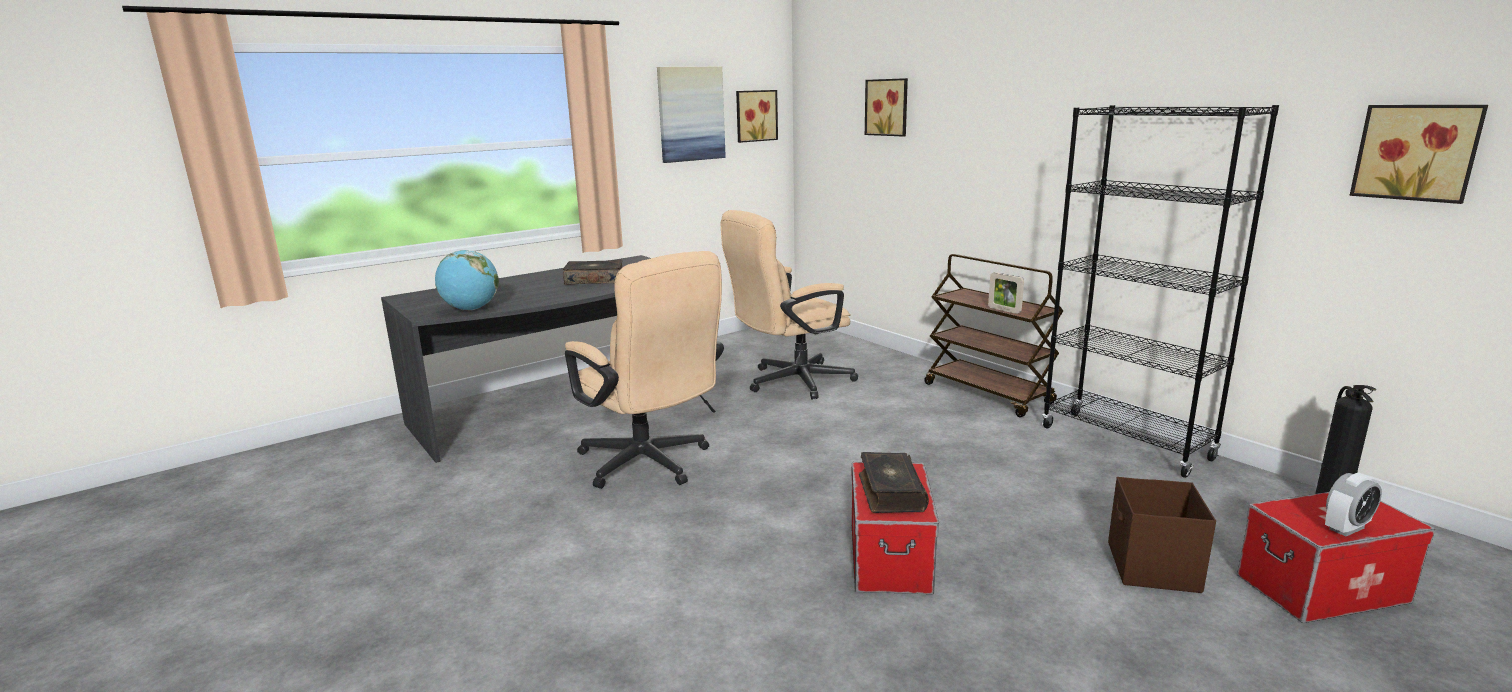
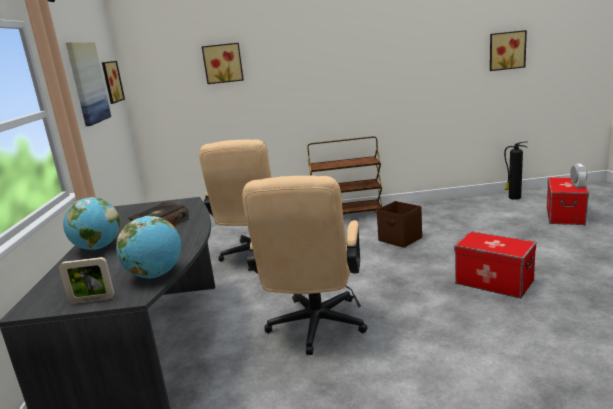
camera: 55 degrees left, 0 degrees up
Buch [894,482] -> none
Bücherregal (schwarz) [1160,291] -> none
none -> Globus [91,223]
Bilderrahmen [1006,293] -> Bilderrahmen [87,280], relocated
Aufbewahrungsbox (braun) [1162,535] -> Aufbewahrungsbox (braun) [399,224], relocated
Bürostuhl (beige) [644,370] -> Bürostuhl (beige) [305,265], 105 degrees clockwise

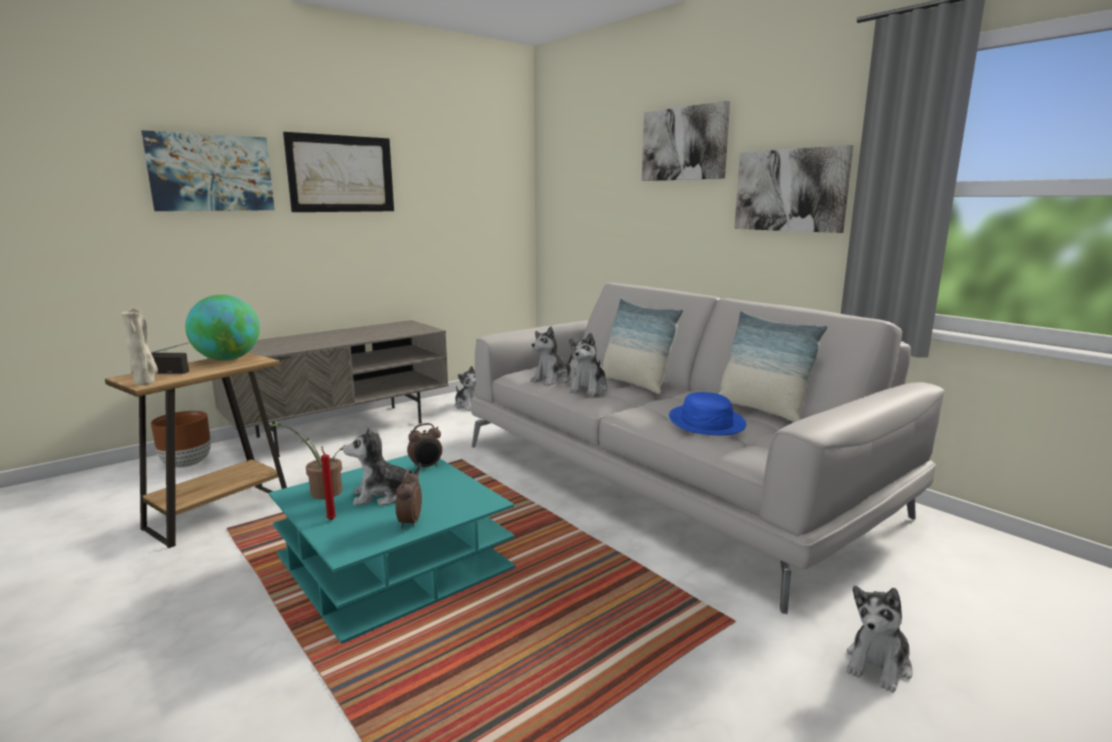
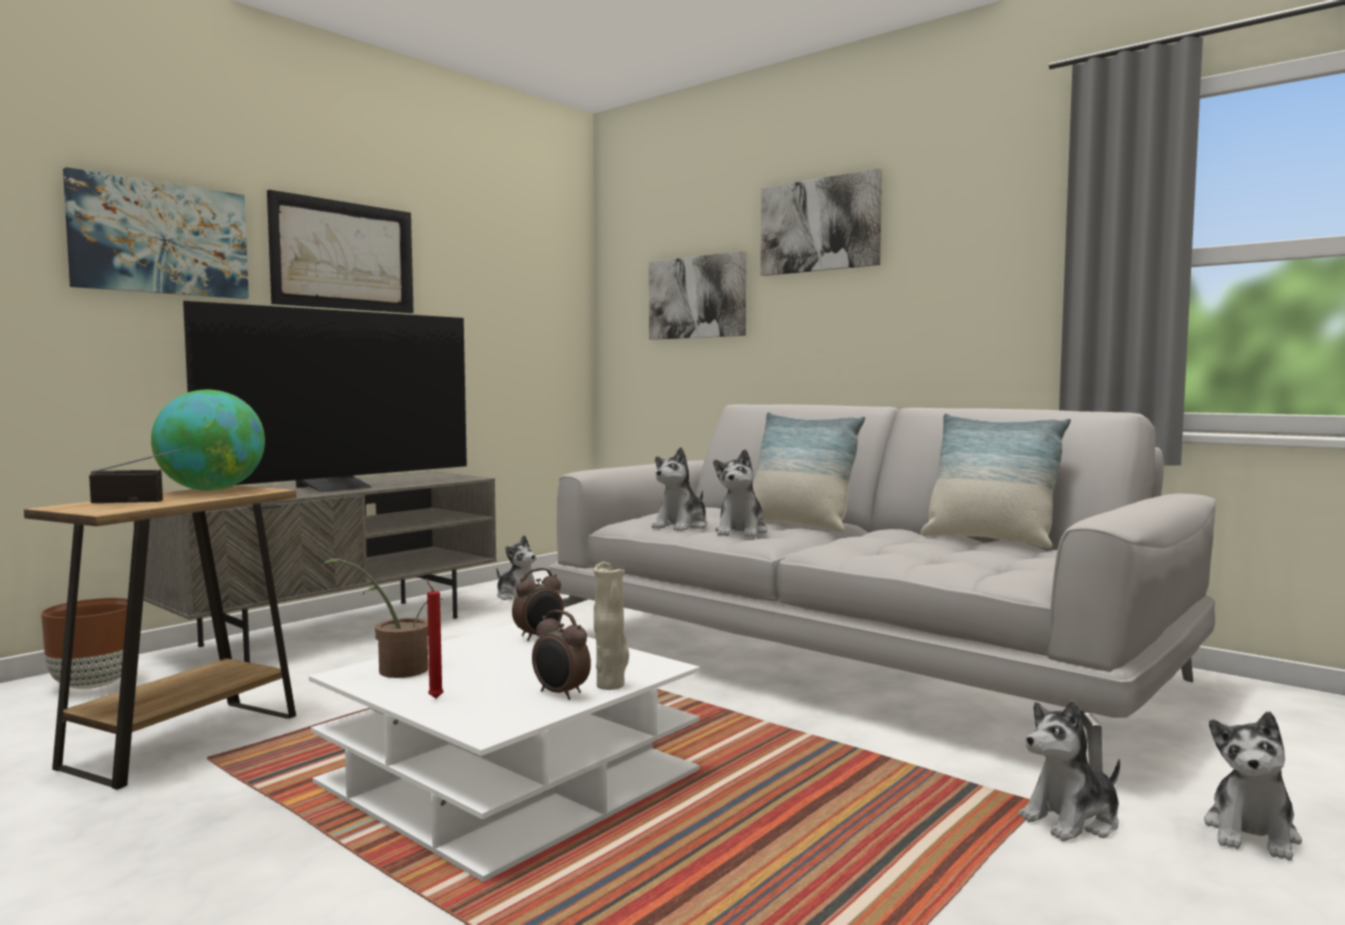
camera: 10 degrees left, 10 degrees down
Hut (blau) [707,413] -> none
none -> Fernseher [325,396]
Vase (beige) [139,346] -> Vase (beige) [611,626], relocated
Plüschtier [382,466] -> Plüschtier [1069,771], relocated
Bild [794,189] -> Bild [697,295], relocated
Couchtisch (türkis) [392,549] -> Couchtisch (weiß) [504,752]
Wecker [409,499] -> Wecker [561,655], 45 degrees counterclockwise

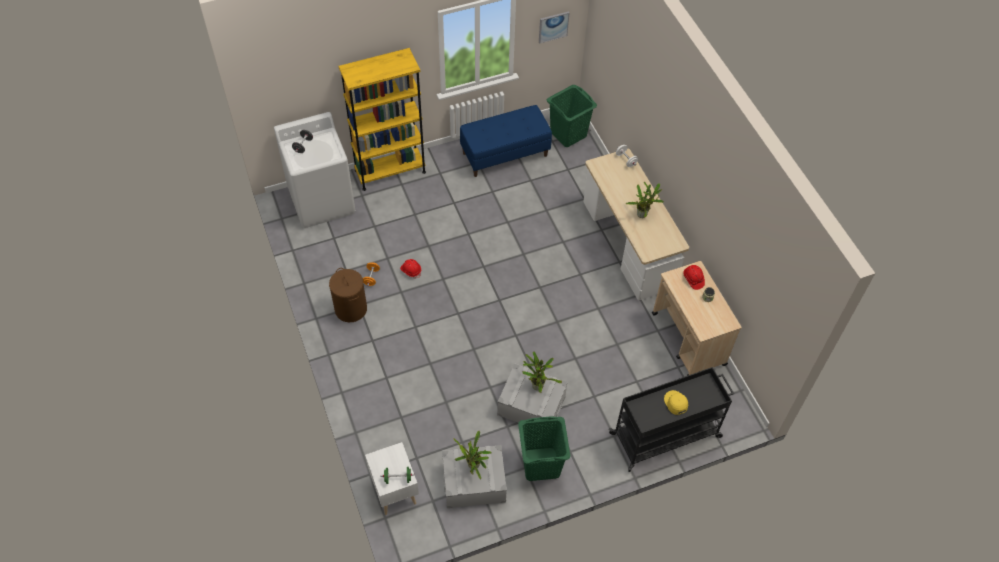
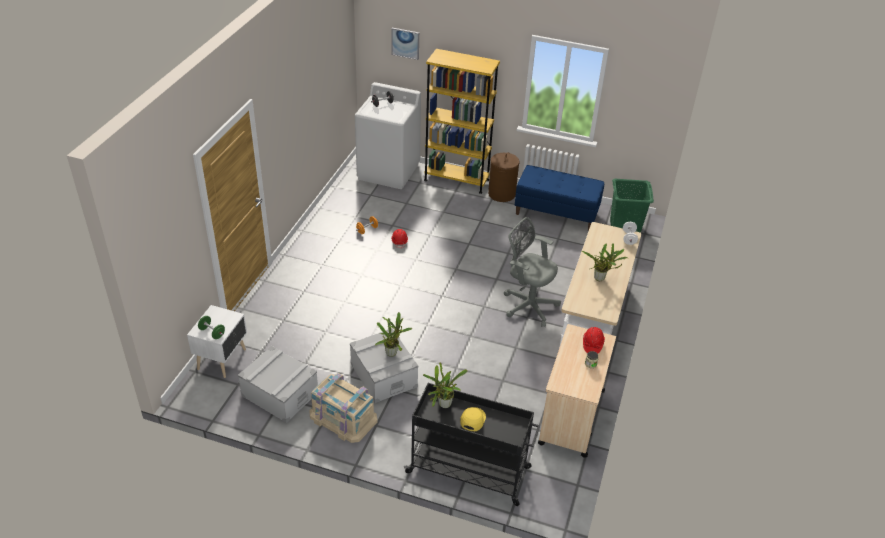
camera: 40 degrees right, 15 degrees down
none -> Bürostuhl (grau) [532,272]
Wäschekorb (braun) [348,295] -> Wäschekorb (braun) [504,177], relocated
Topfpflanze [473,455] -> Topfpflanze [445,385], relocated
Bild [554,27] -> Bild [405,44], relocated
Wäschekorb (grün) [544,448] -> Aufbewahrungsbox (beige) [343,408]

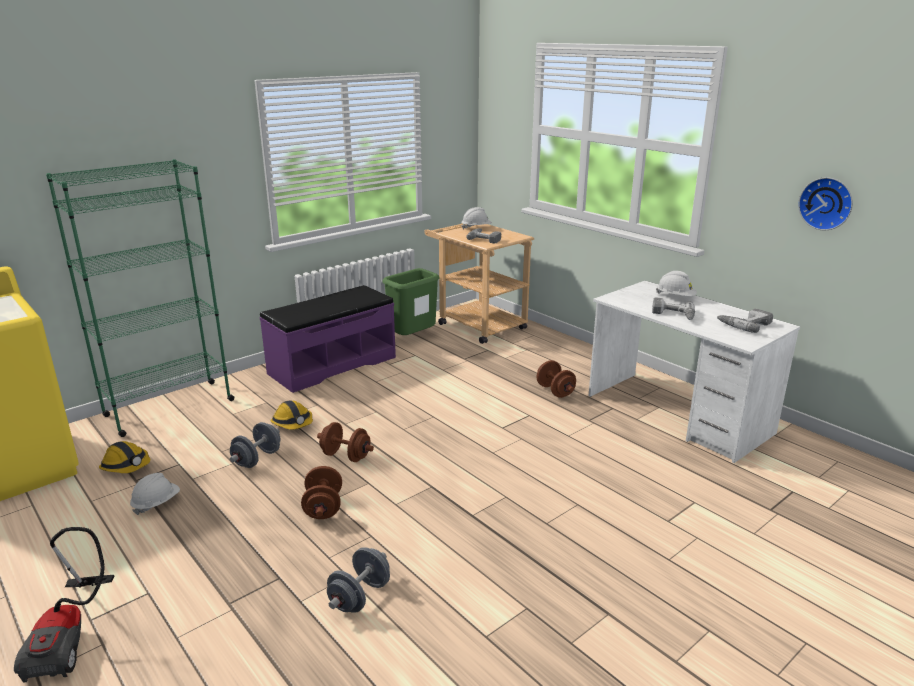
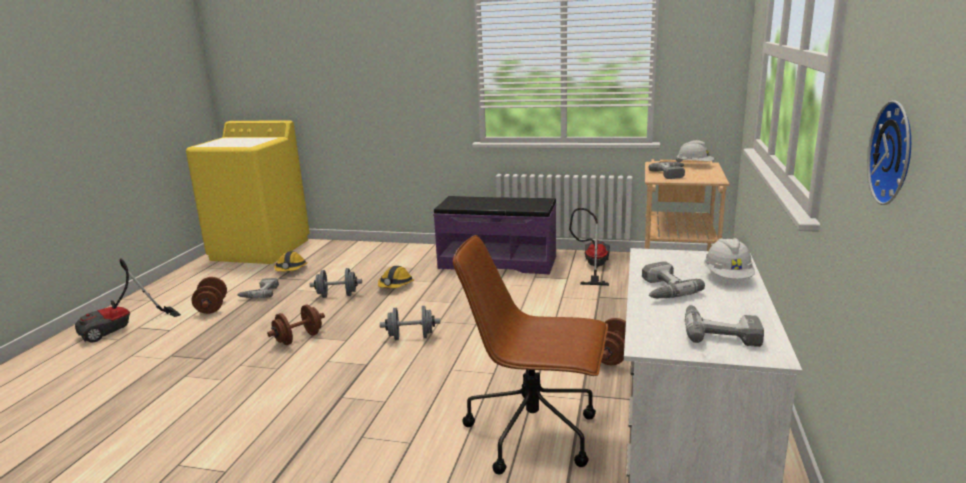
camera: 55 degrees right, 5 degrees down
Bücherregal (grün) [140,298] -> none
none -> Bürostuhl (braun) [530,354]
Hantel (braun) [345,442] -> Hantel (braun) [209,295], relocated
Hantel (grau) [358,580] -> Hantel (grau) [410,323], relocated
Schutzhelm (weiß) [155,494] -> Bohrmaschine [258,288]
Mülleimer (grün) [411,301] -> Staubsauger [589,247]

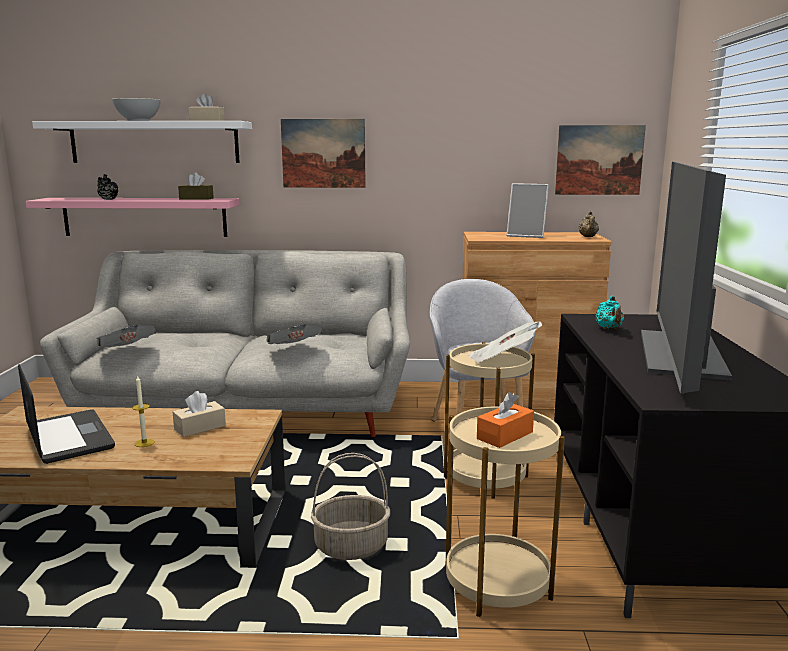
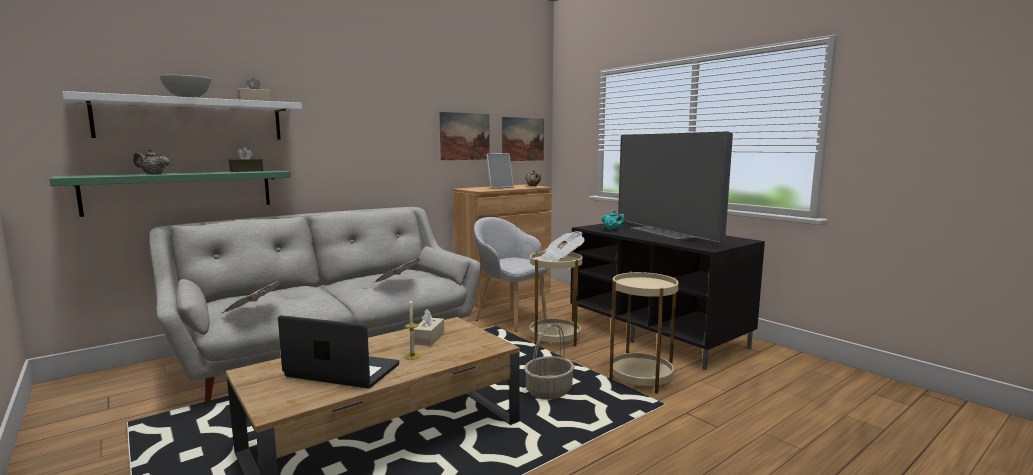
camera: 40 degrees left, 5 degrees down
Taschentuchbox (orange) [505,420] -> none
Bild [323,153] -> Bild [464,136], relocated
Wandregal (rosa) [132,217] -> Wandregal (grün) [170,193]
Teekanne (schwarz) [107,187] -> Teekanne (beige) [151,161]

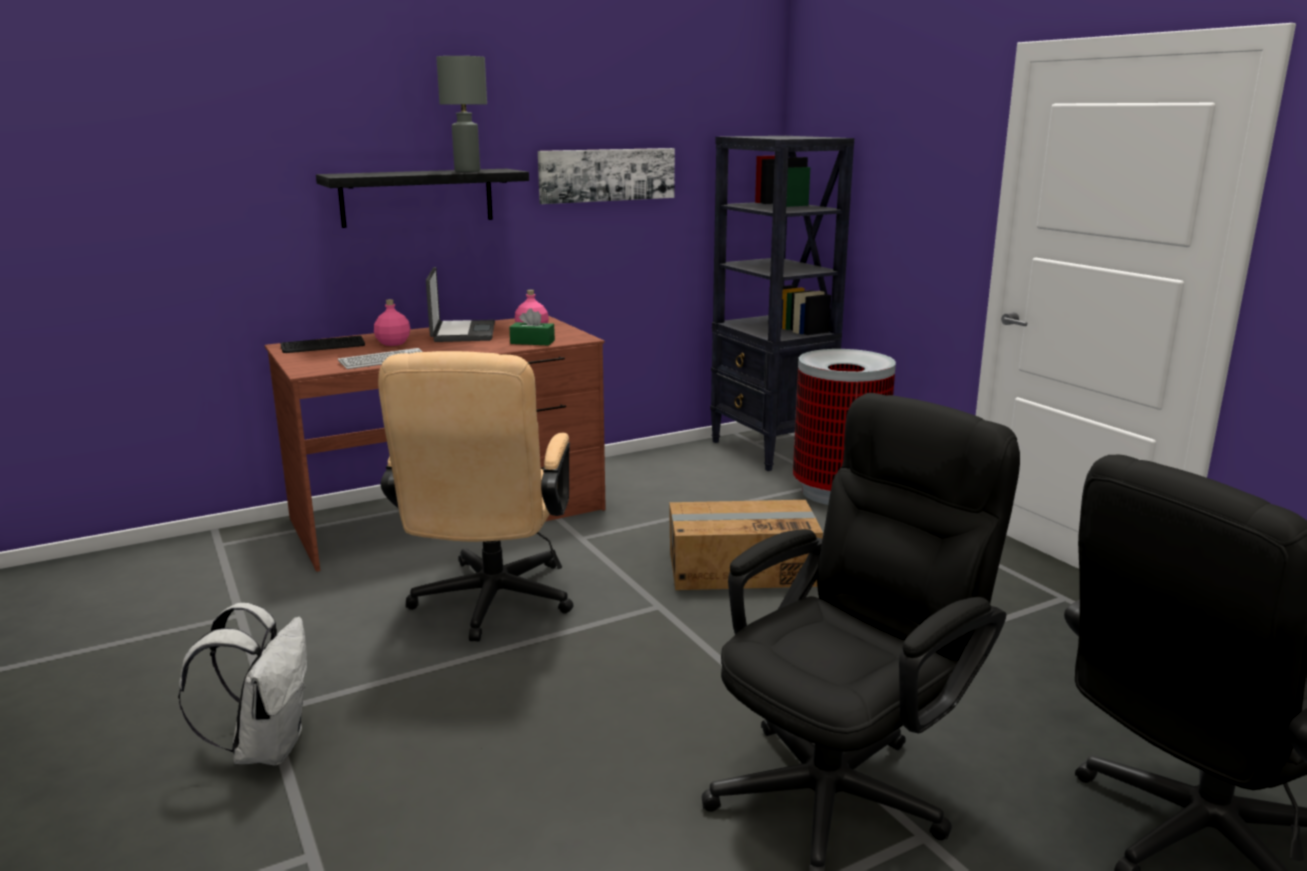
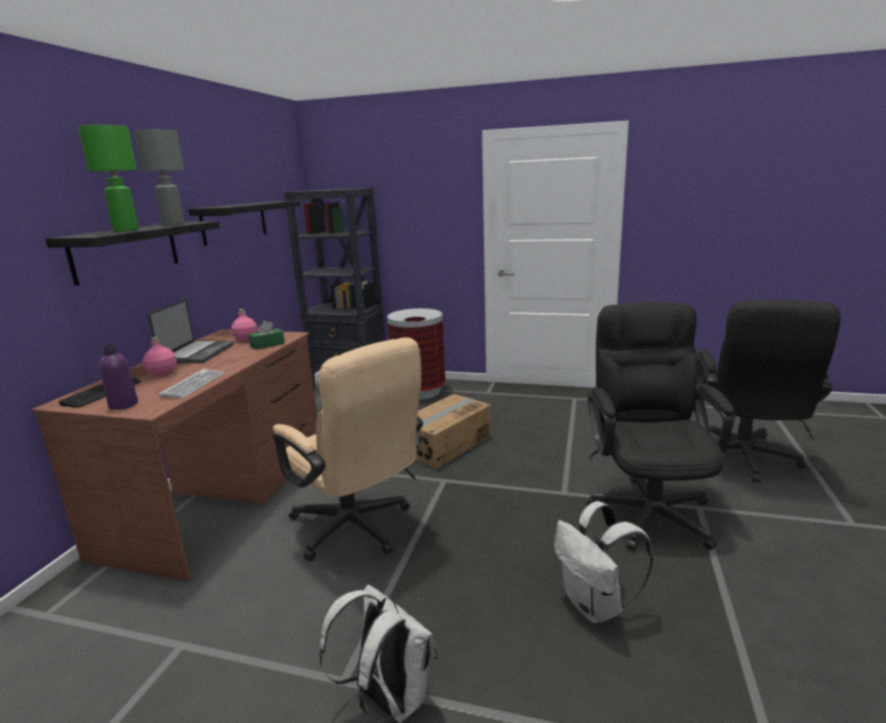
camera: 45 degrees left, 0 degrees up
none -> Tischlampe (grün) [108,178]
none -> Flasche (lila) [119,377]
none -> Rucksack (weiß) [603,562]
Bild [606,176] -> Wandregal (schwarz) [244,223]
Laptop [460,304] -> Laptop [190,331], 60 degrees clockwise

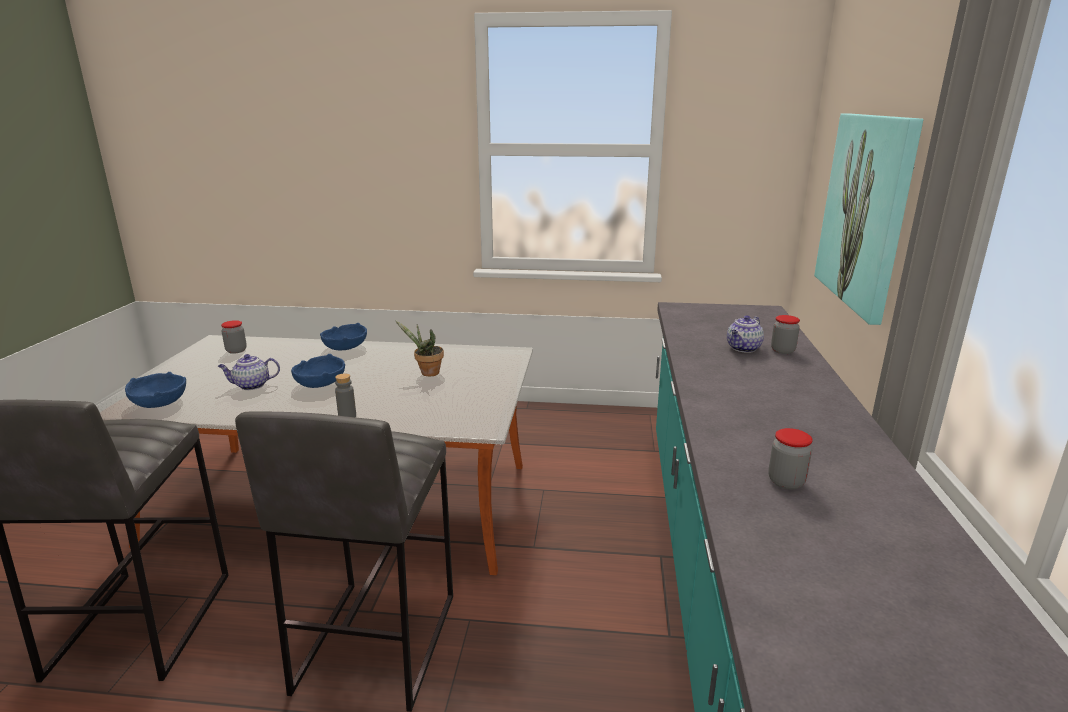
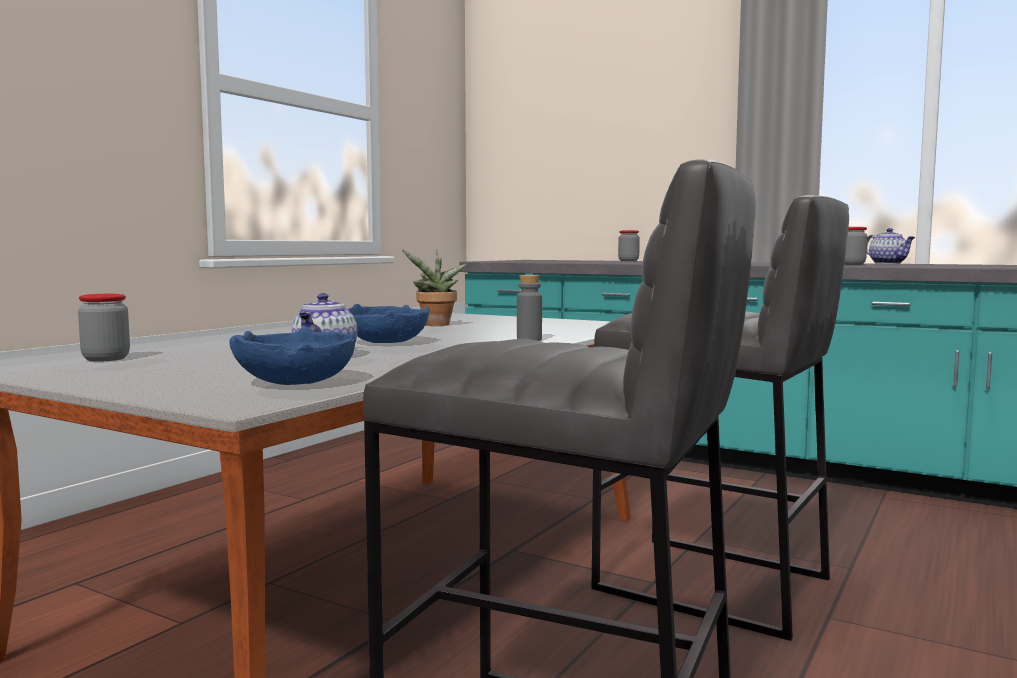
camera: 65 degrees left, 15 degrees down
Schüssel (blau) [343,336] -> none
Bild [869,219] -> none
Teekanne [745,334] -> Teekanne [891,246], relocated

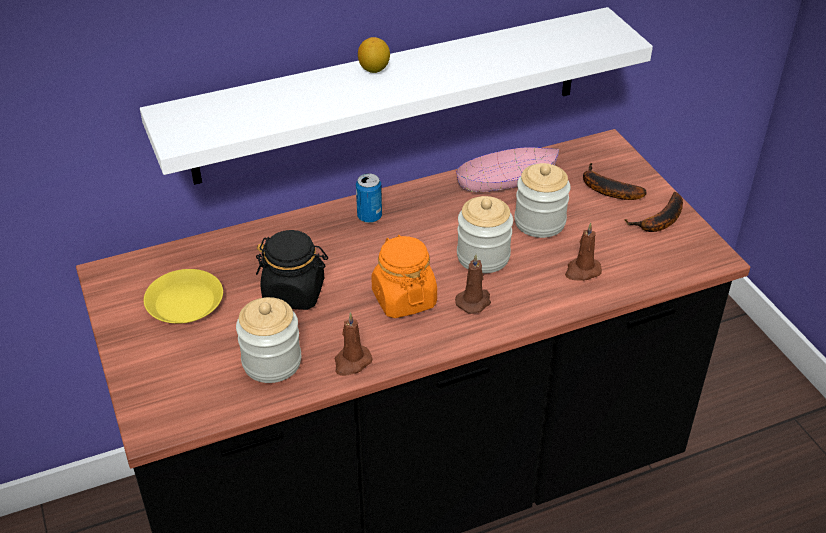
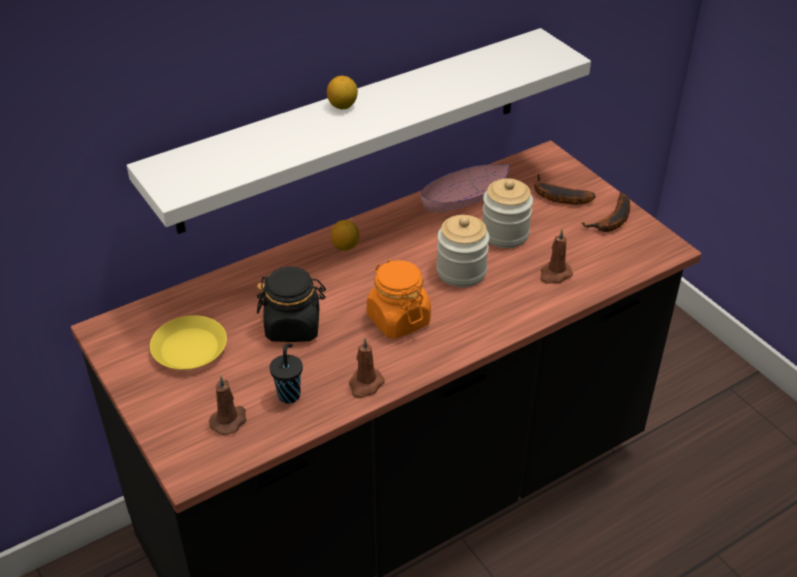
camera: 10 degrees left, 0 degrees up
Kerze (braun) [473,284] -> Kerze (braun) [228,405], relocated
Vorratsglas [268,340] -> Tasse (schwarz) [286,374]
Dose [369,198] -> Zitrone [345,235]

